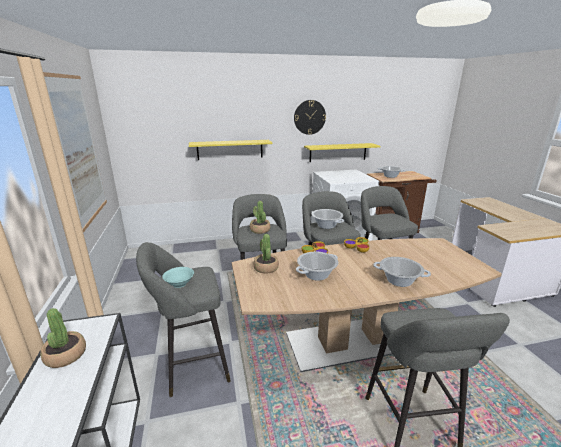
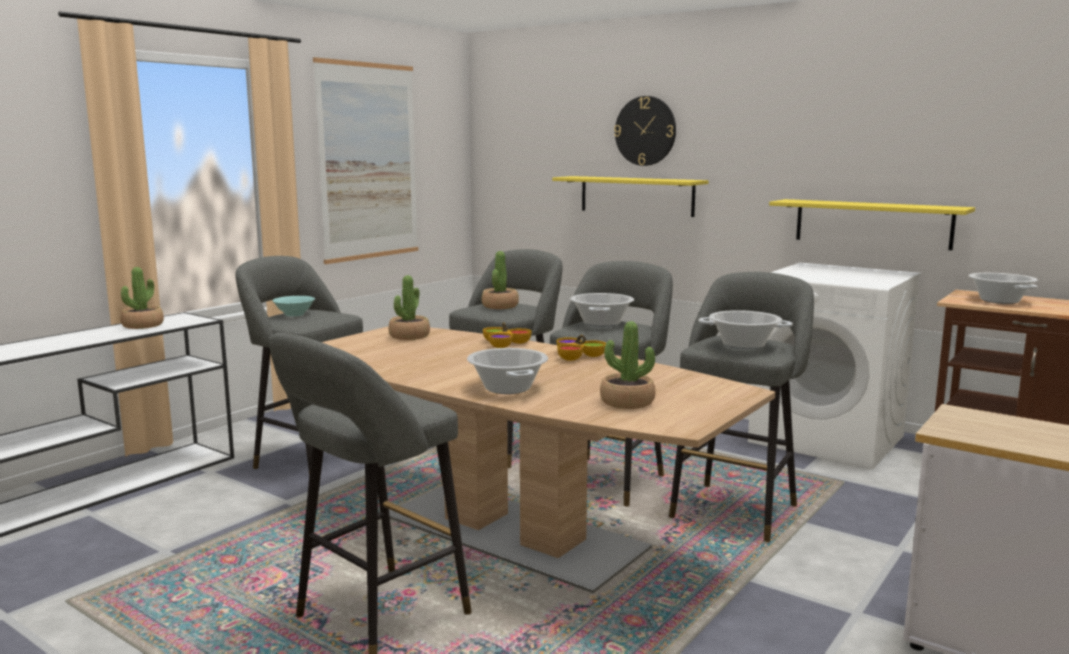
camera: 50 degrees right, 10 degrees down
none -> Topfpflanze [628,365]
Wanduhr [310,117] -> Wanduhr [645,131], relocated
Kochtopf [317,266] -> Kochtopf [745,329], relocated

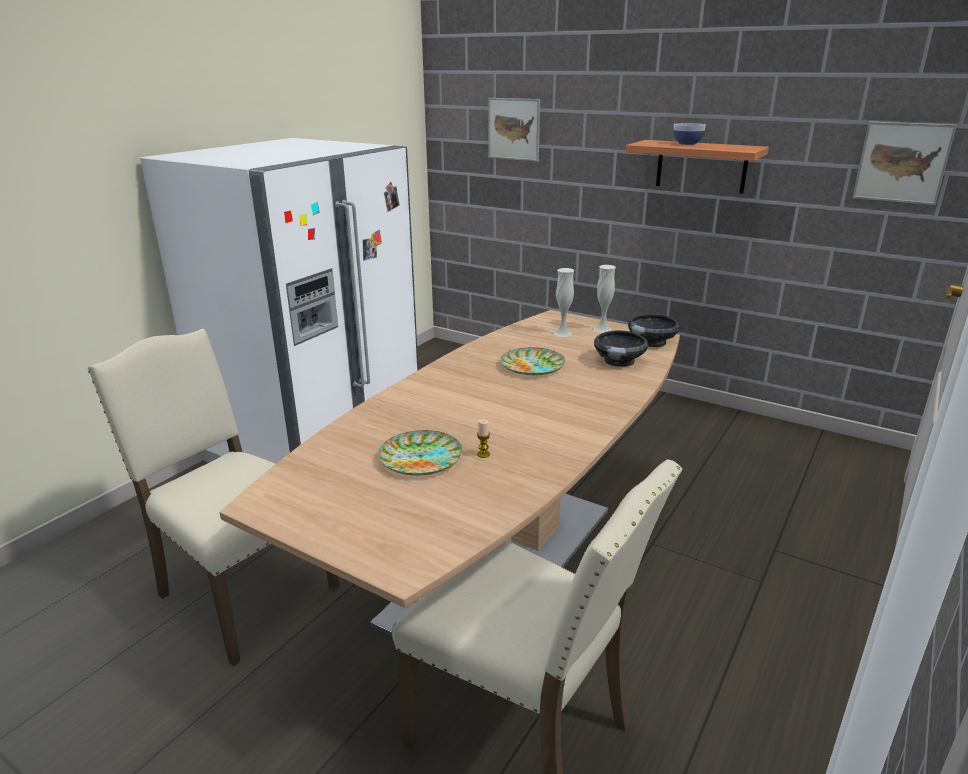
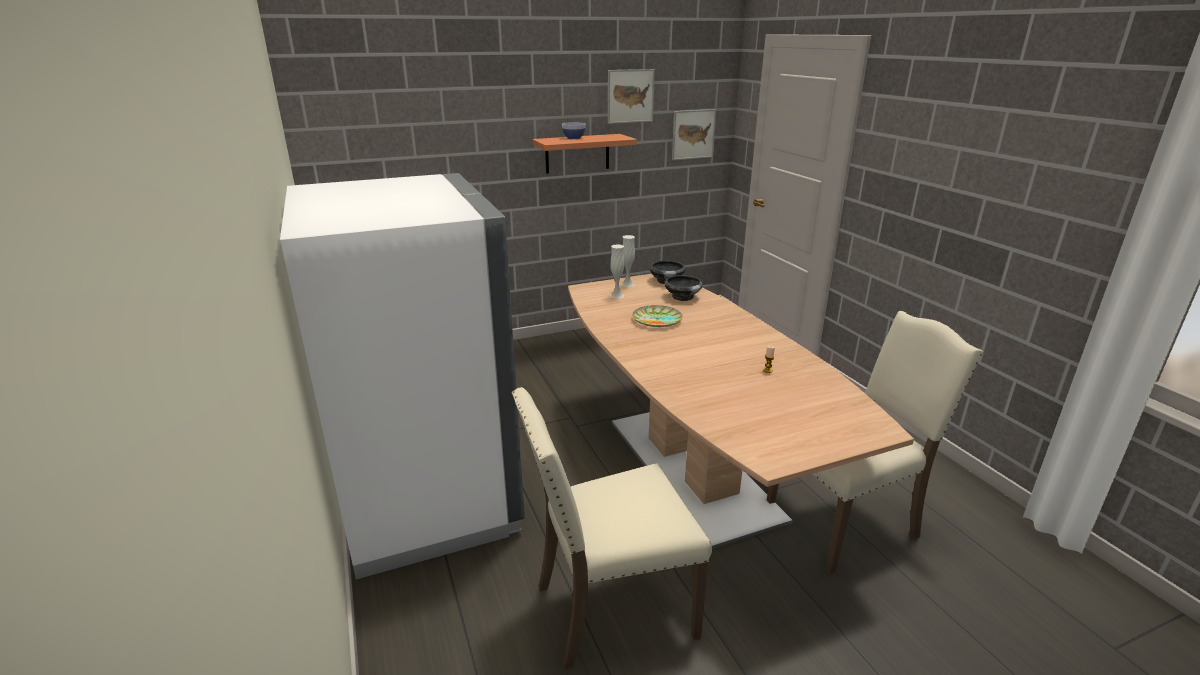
camera: 55 degrees left, 0 degrees up
Teller [420,453] -> none
Bild [514,129] -> Bild [631,96], relocated

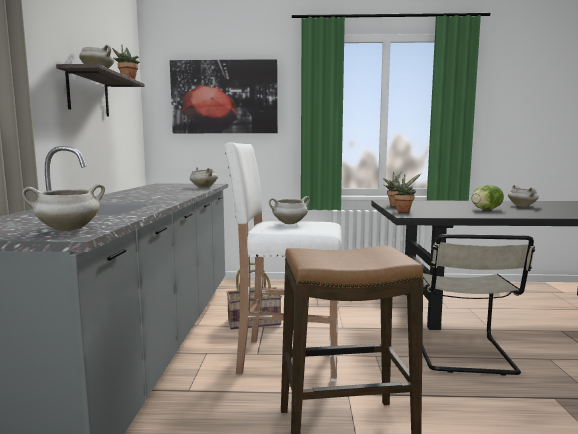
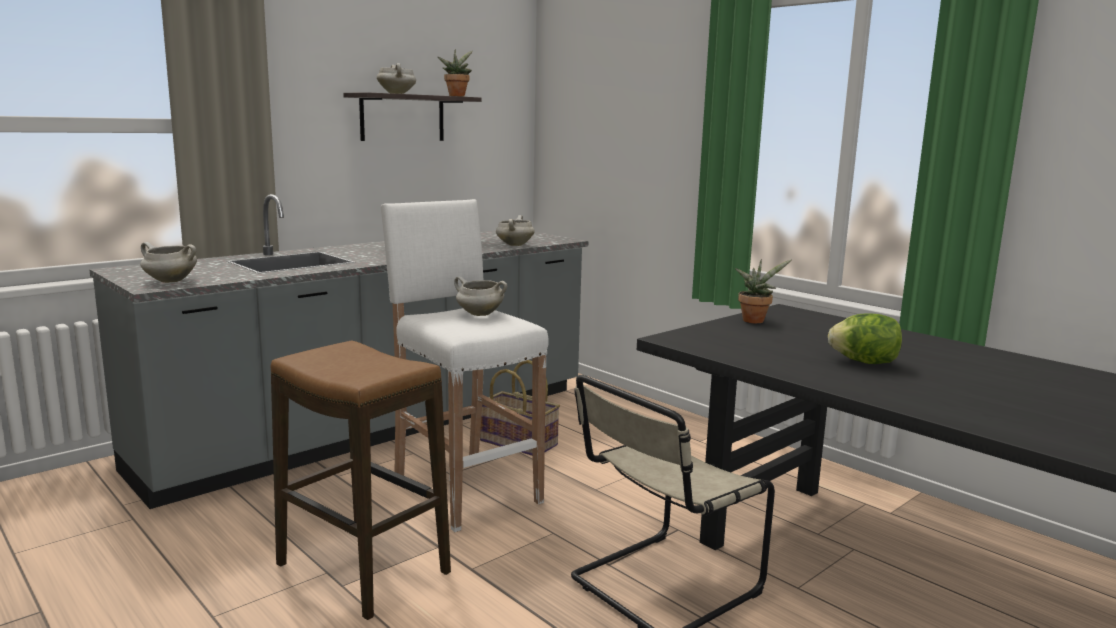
camera: 45 degrees right, 5 degrees up
Bild [224,96] -> none
Topfpflanze [405,193] -> none
Kochtopf (weiß) [523,196] -> none

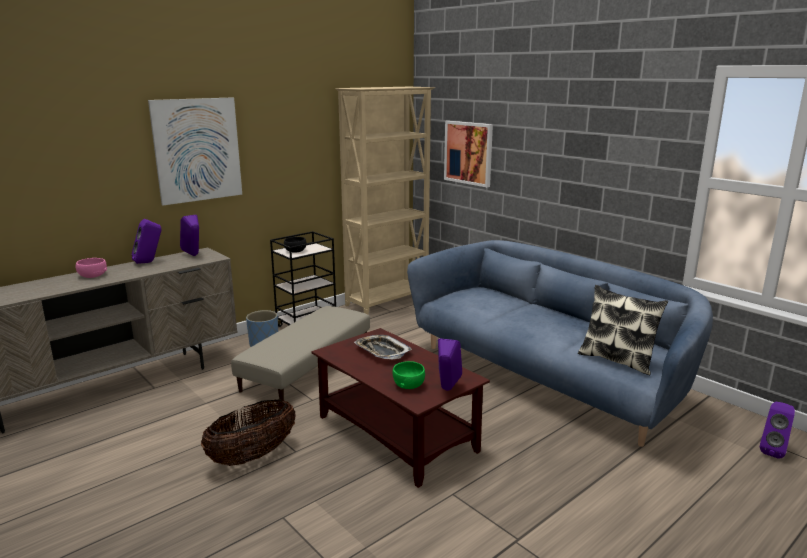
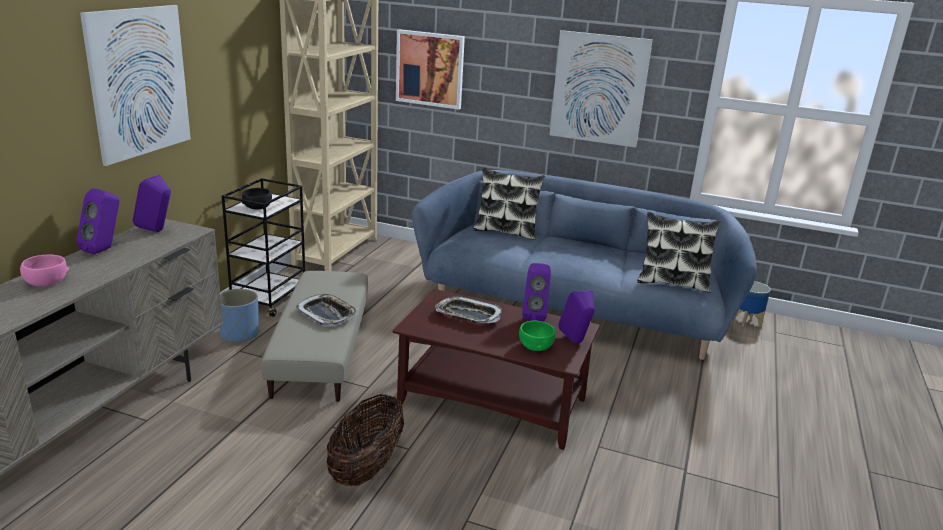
camera: 30 degrees left, 5 degrees up
none -> Tablett [326,310]
none -> Kissen [509,203]
none -> Bild [601,89]
none -> Pflanzkübel [752,304]
Lautsprecher (lila) [777,430] -> Lautsprecher (lila) [536,292], relocated

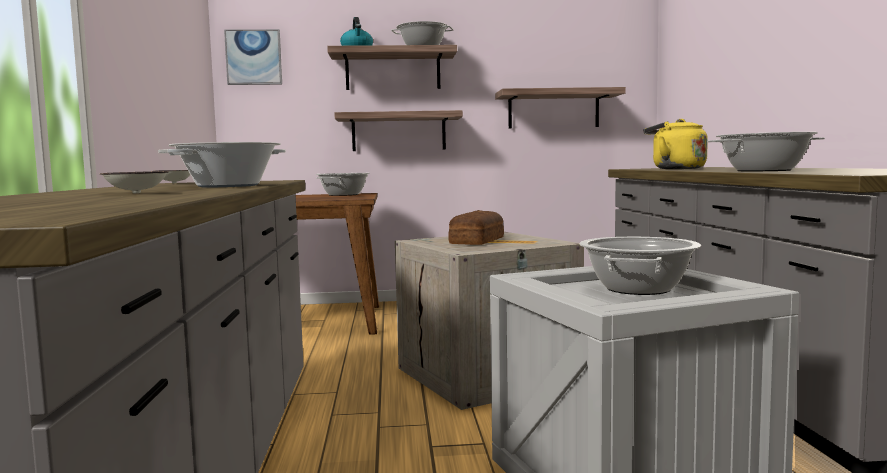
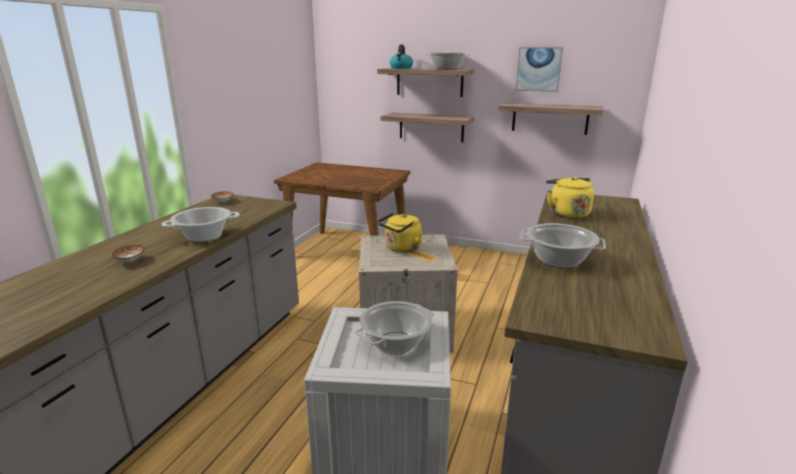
camera: 25 degrees right, 15 degrees up
Kochtopf [343,184] -> none
Bild [253,57] -> Bild [539,69], relocated
Brot [476,227] -> Wasserkessel (gelb) [399,233]

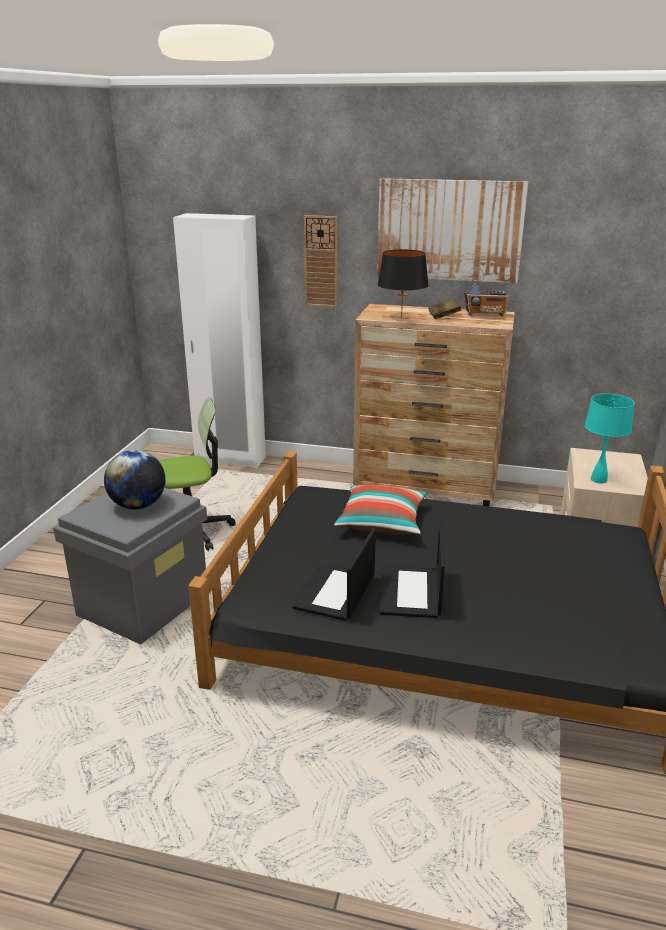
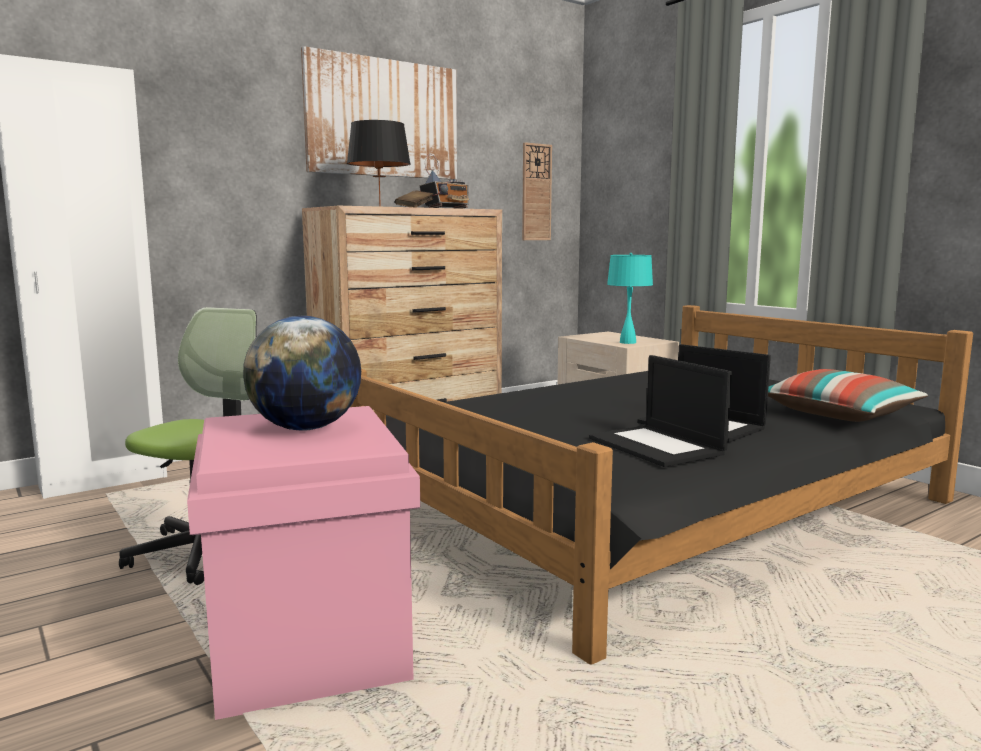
camera: 50 degrees left, 15 degrees down
Wanduhr [320,261] -> Wanduhr [537,191], relocated
Kissen [380,510] -> Kissen [848,395], relocated
Aufbewahrungsbox (grau) [130,566] -> Aufbewahrungsbox (rosa) [303,563]

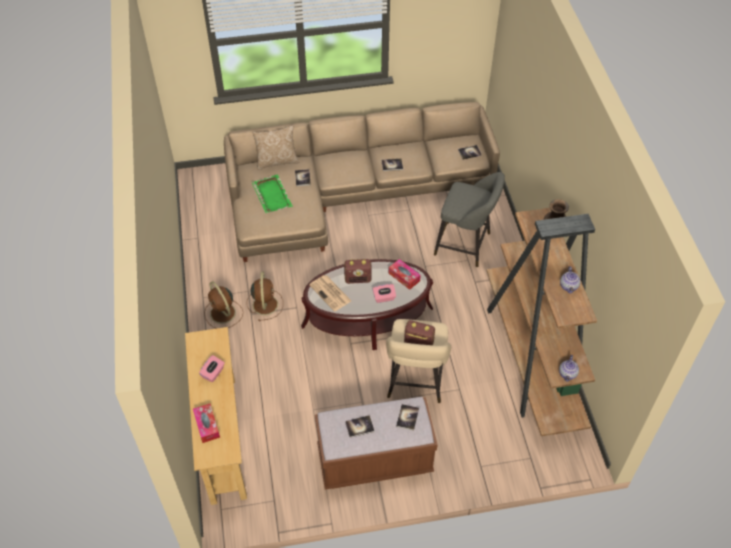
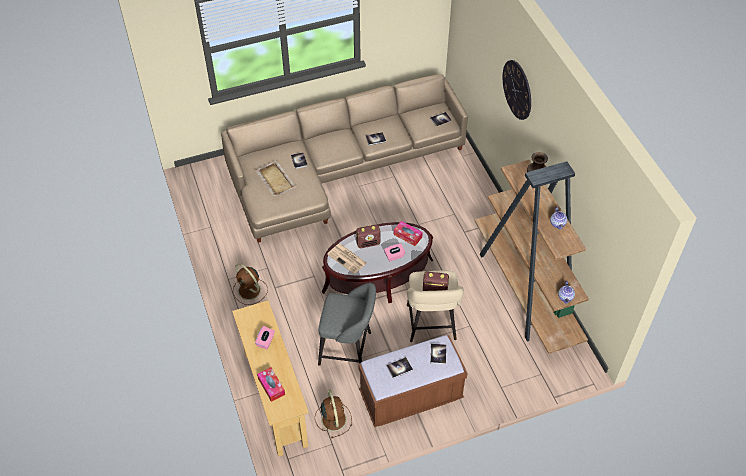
camera: 10 degrees left, 0 degrees up
Kissen [275,147] -> none
none -> Wanduhr [517,90]
Ventilator (braun) [265,296] -> Ventilator (braun) [333,413], relocated
Hocker (grau) [469,219] -> Hocker (grau) [347,324], relocated
Tablett (grün) [272,193] -> Tablett (beige) [275,178]

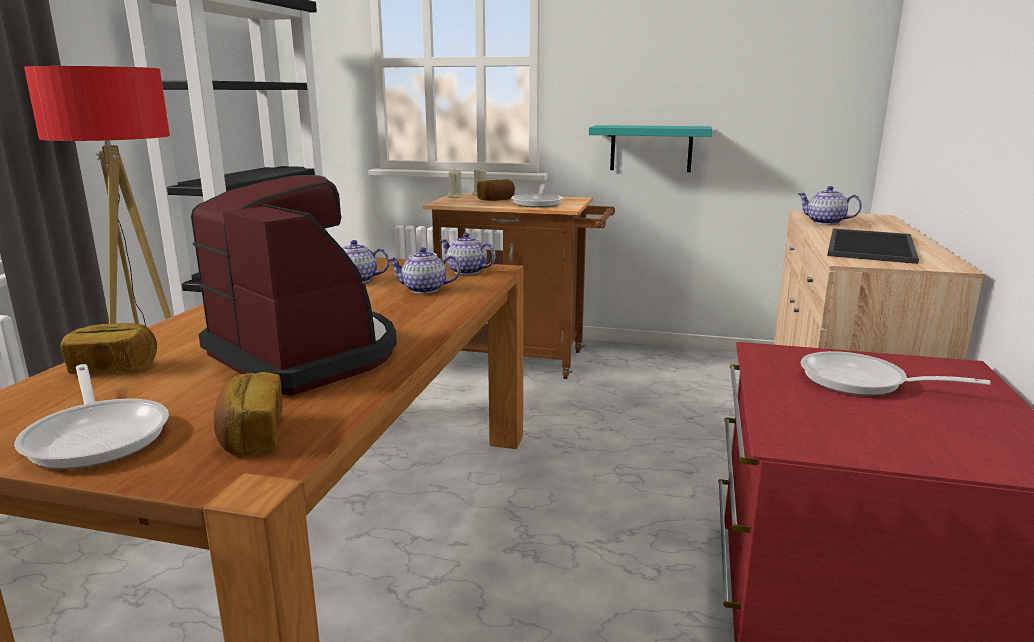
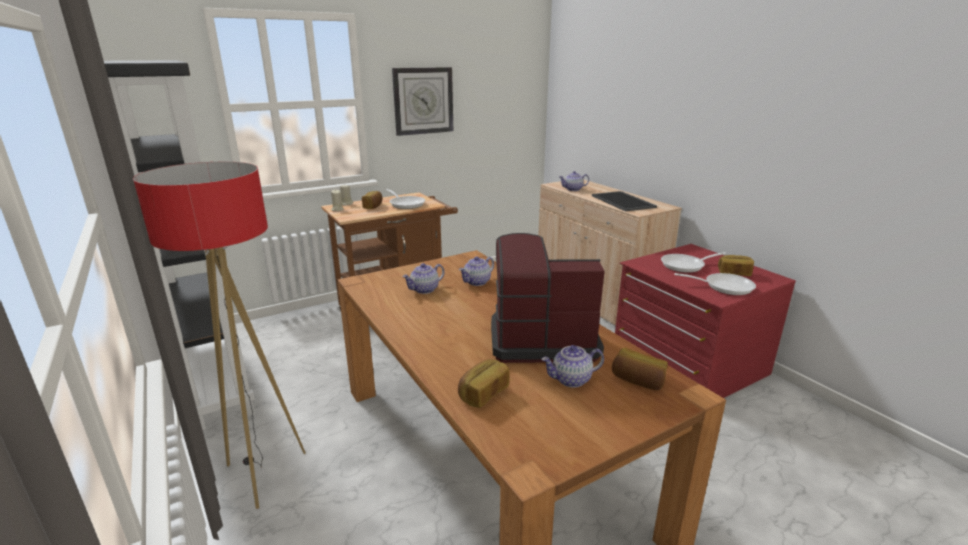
camera: 45 degrees left, 5 degrees up
Wandregal (türkis) [650,148] -> none
none -> Wanduhr [422,101]
none -> Brot [736,265]
Pfanne [91,416] -> Pfanne [715,284], relocated
Teekanne [467,254] -> Teekanne [572,366], relocated

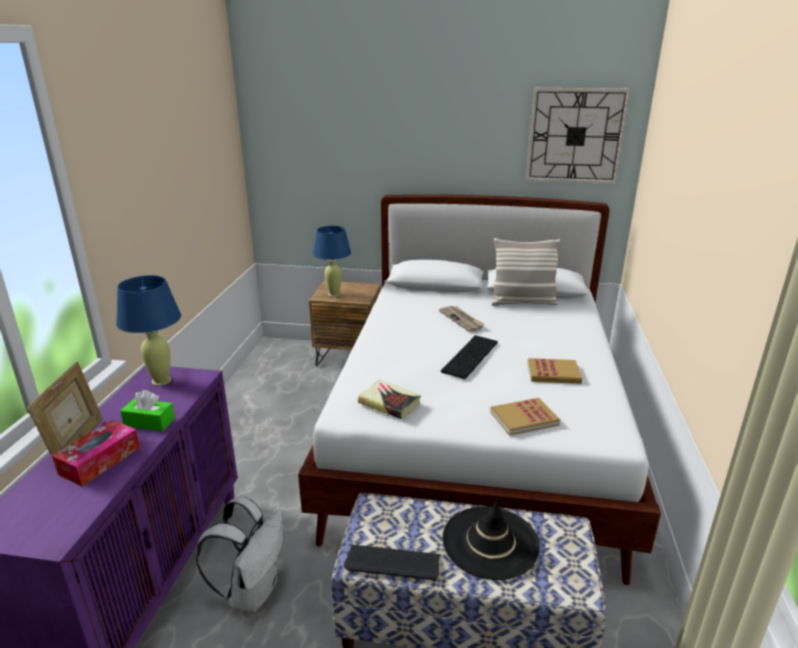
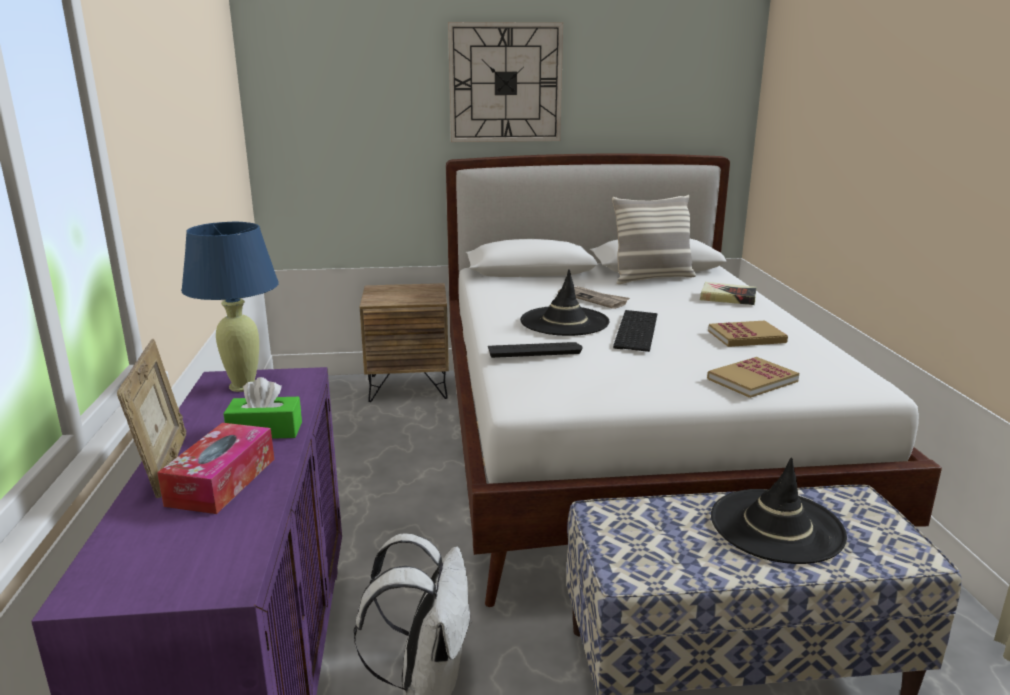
camera: 15 degrees left, 5 degrees down
Tischlampe (blau) [332,261] -> none
none -> Hut (schwarz) [565,302]
Tastatur [392,562] -> Tastatur [535,350], relocated
Buch [389,399] -> Buch [728,293], relocated
Wanduhr [578,136] -> Wanduhr [505,82], relocated

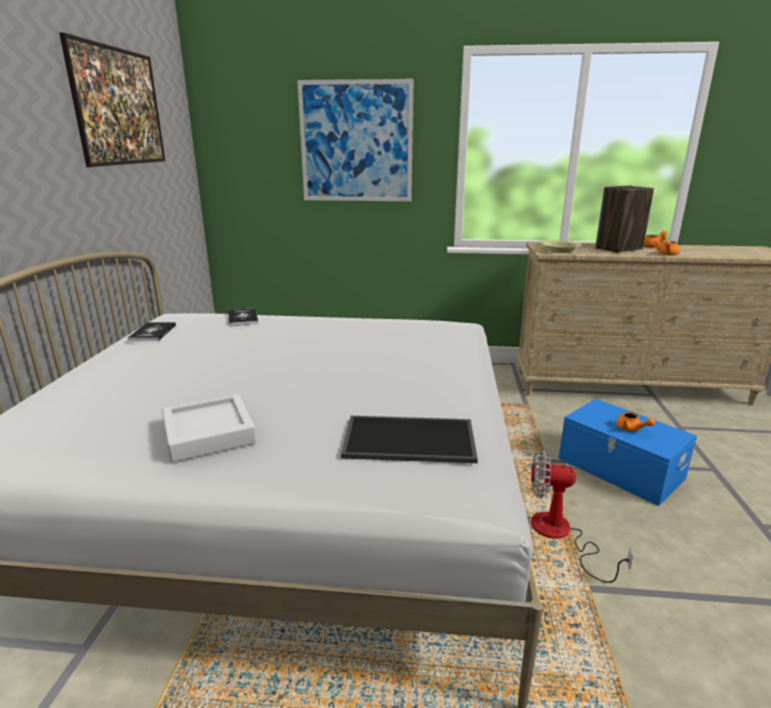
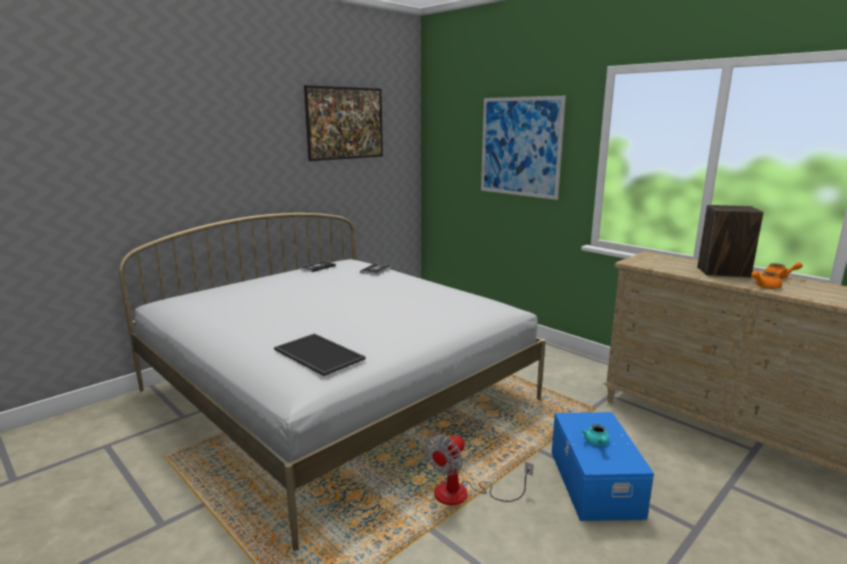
camera: 40 degrees right, 5 degrees down
Tablett (grau) [209,428] -> none
Schüssel (gelb) [561,246] -> none
Teekanne (orange) [635,421] -> Teekanne (türkis) [595,435]
Ventilator [582,516] -> Ventilator [479,469], 105 degrees counterclockwise

